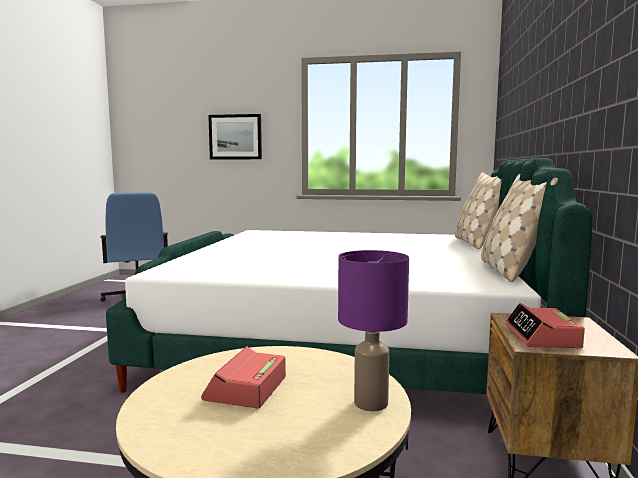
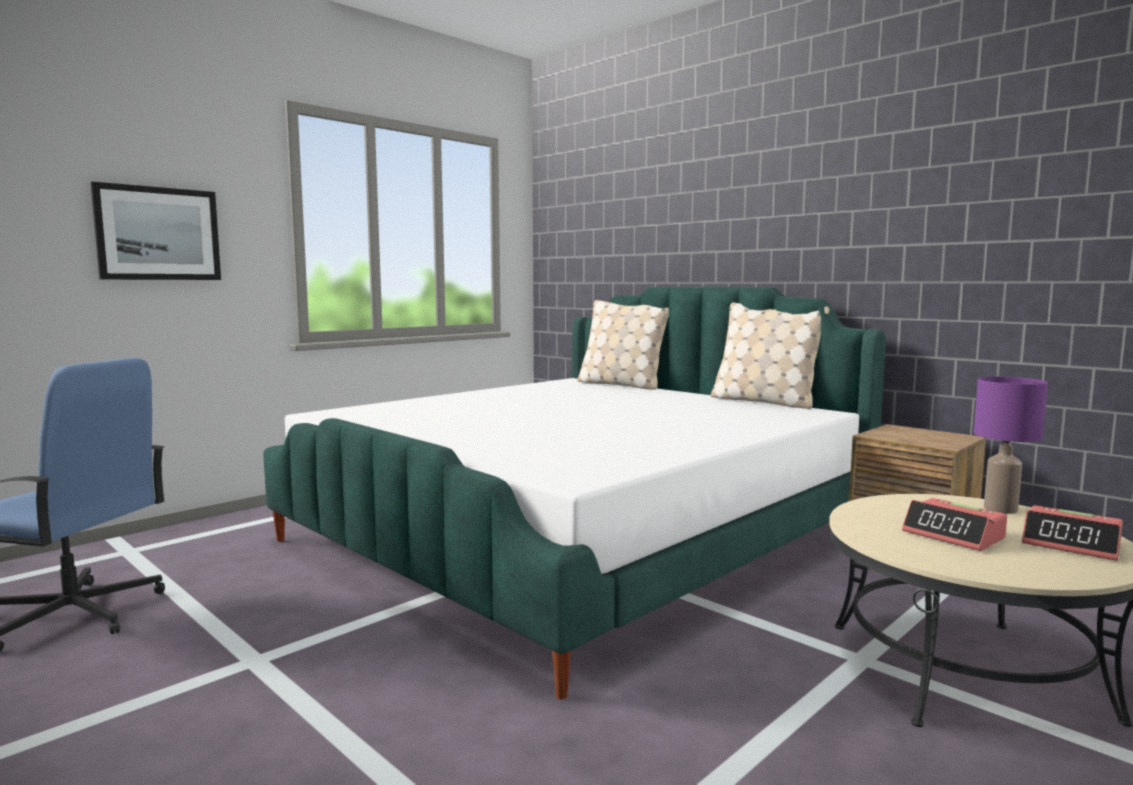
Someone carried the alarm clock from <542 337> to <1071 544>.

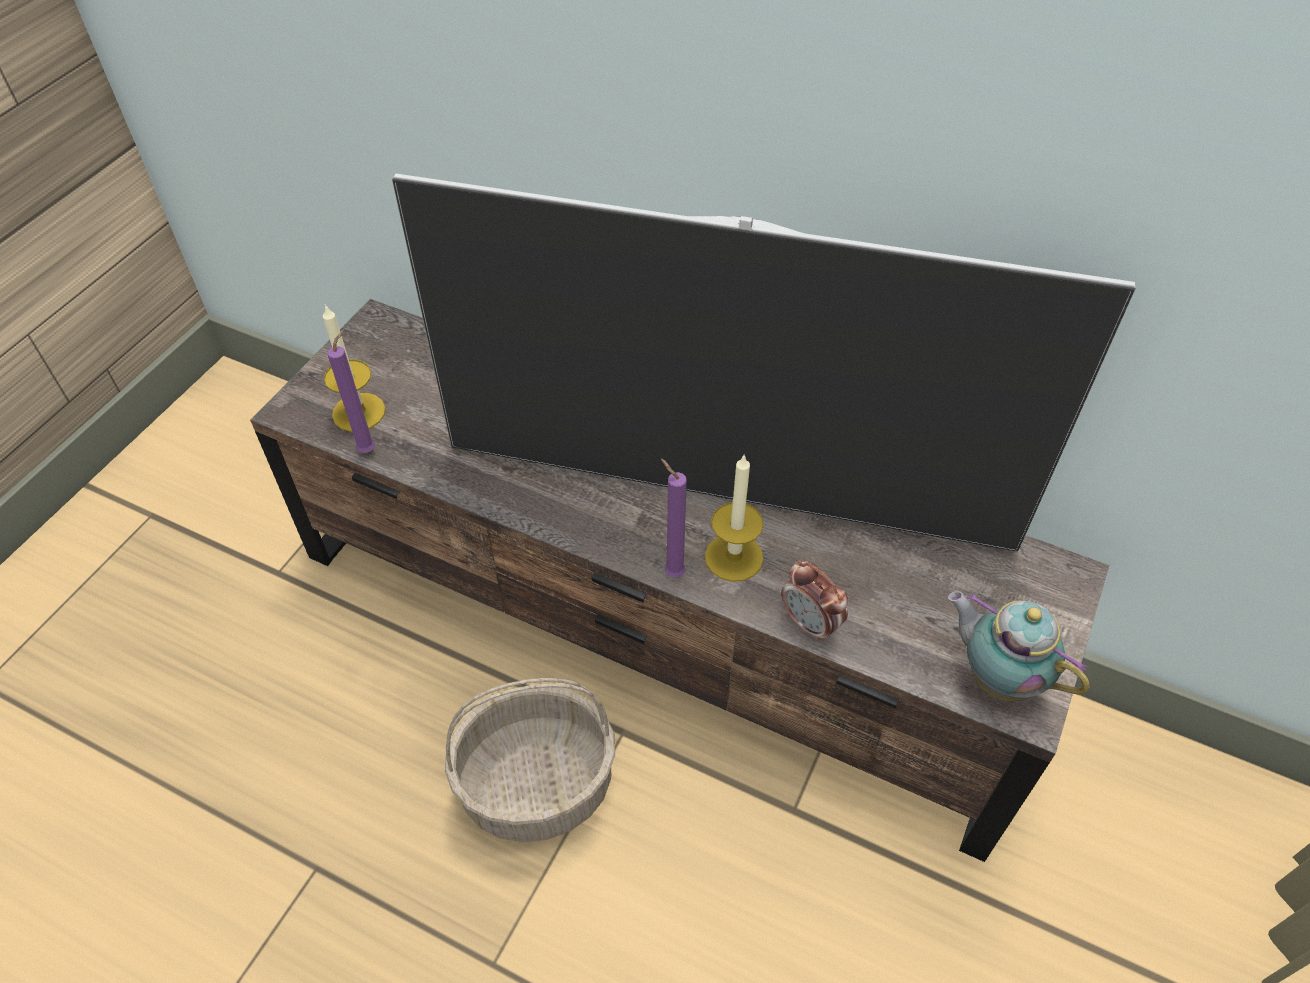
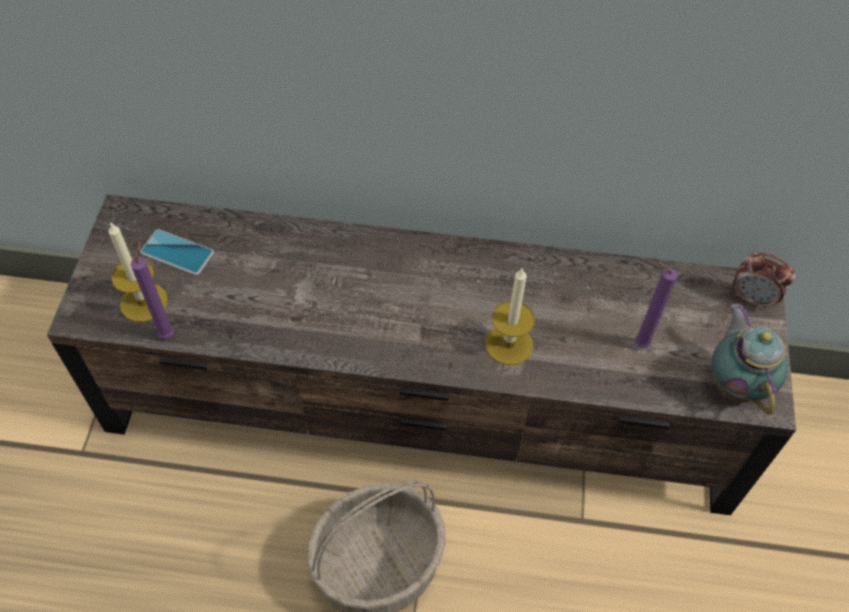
Someone put down the phone at <177 252>.
Someone carried the purple candle from <672 572> to <638 344>.
Someone rotated the teapot at <996 676> by 60 degrees clockwise.
Someone carried the alarm clock from <810 624> to <752 298>.
Someone took away the television at <725 494>.

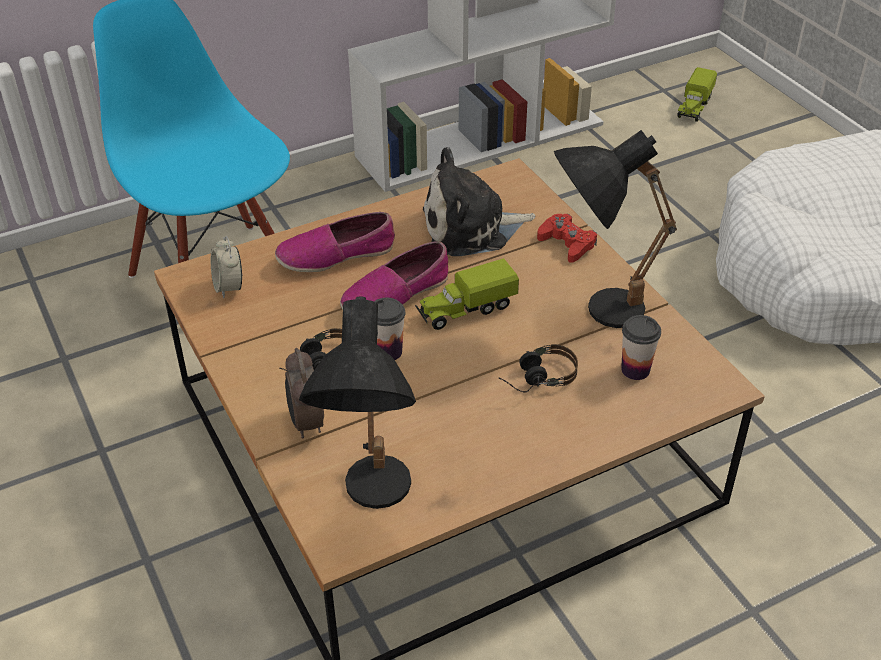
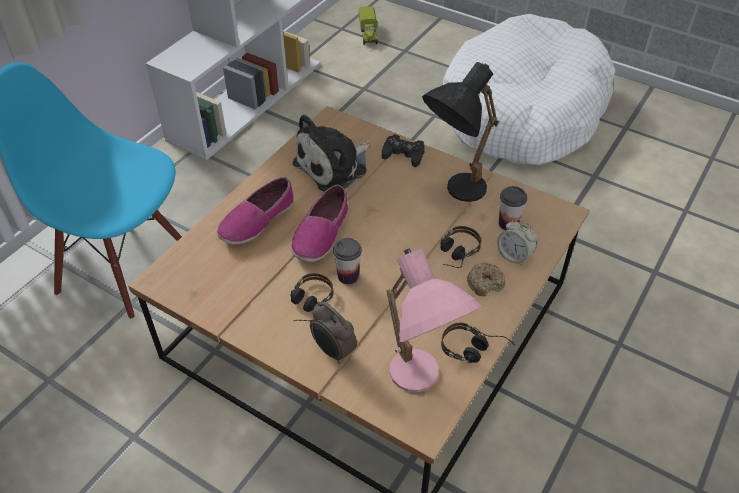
Someone repainted the red game controller at <567 243>, which became the black game controller at <403 154>.
Someone repainted the black table lamp at <372 502>, which became the pink table lamp at <420 386>.
Someone put down the headphones at <475 351>.
Someone put down the donut at <485 283>.
Someone carried the alarm clock from <229 287> to <514 256>.
Someone took away the toy truck at <466 310>.

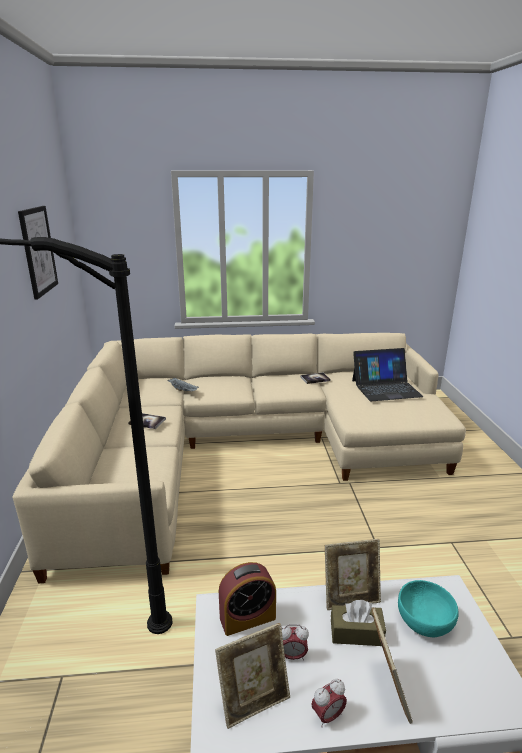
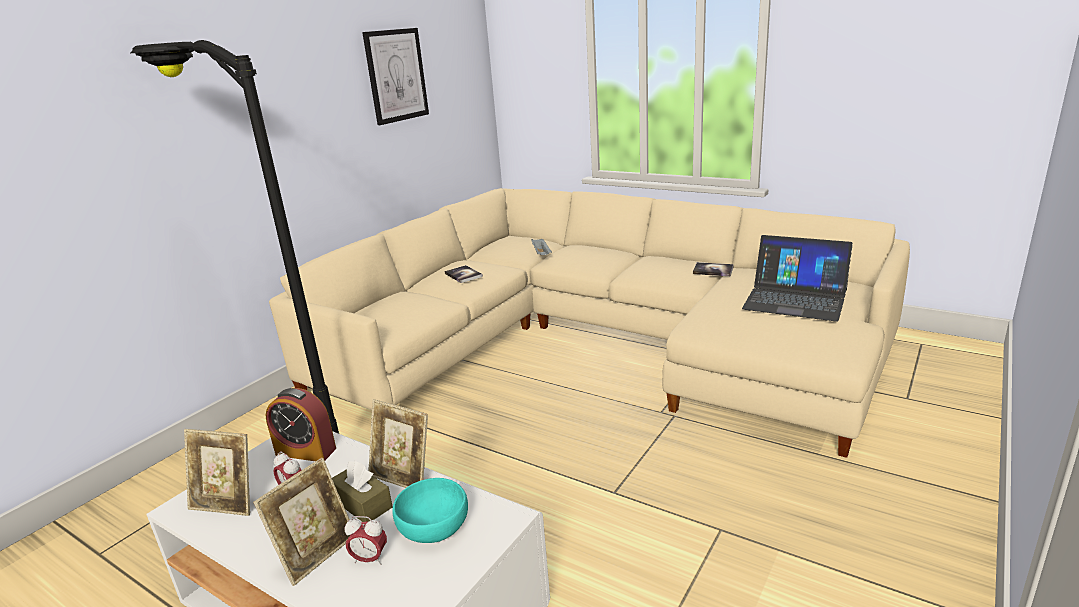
Someone carried the alarm clock from <328 716> to <370 559>.

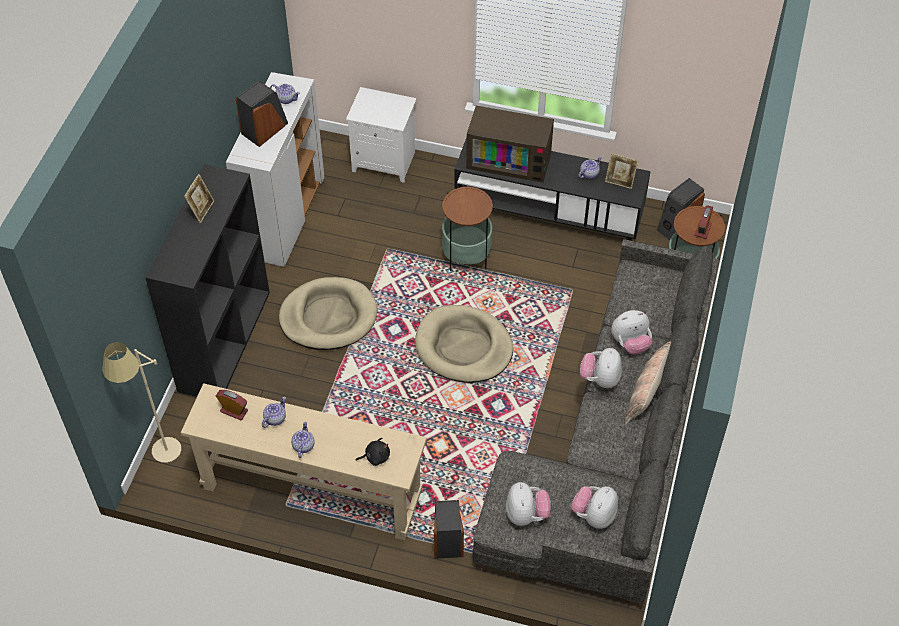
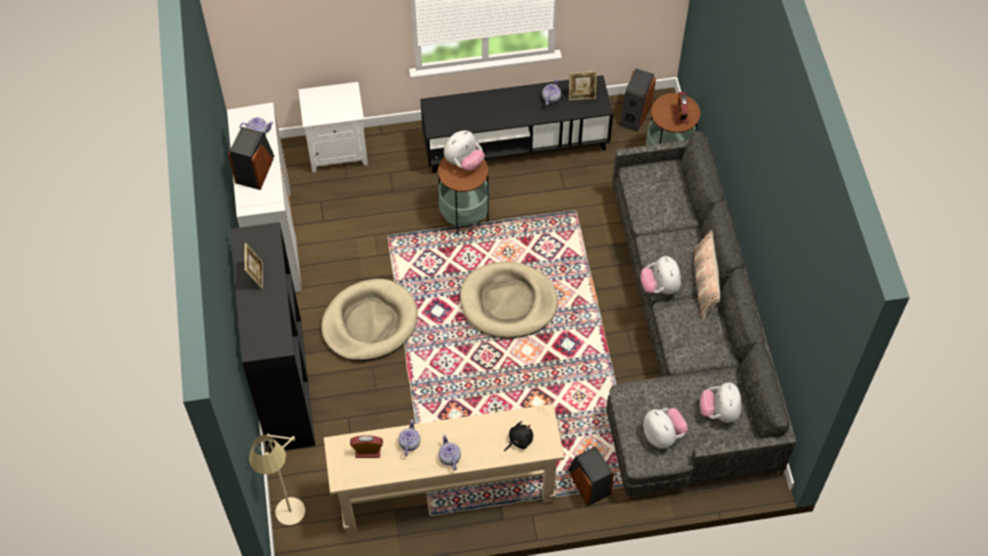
Someone carried the plush toy from <630 343> to <464 162>.
Someone took away the television at <510 159>.

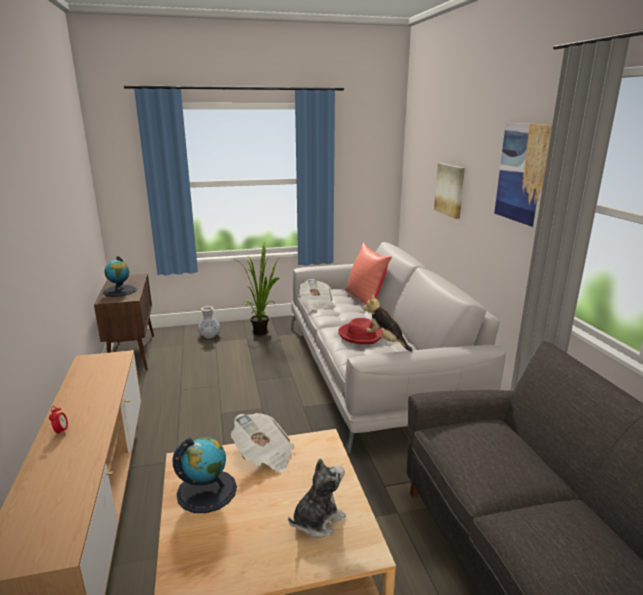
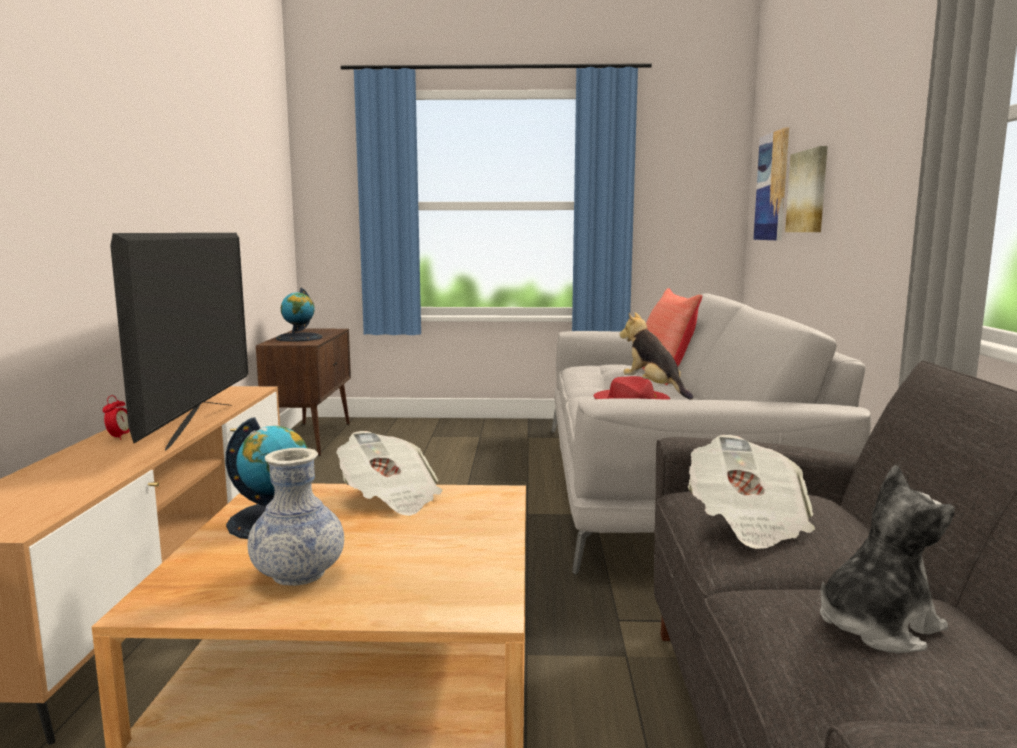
Someone put down the television at <199 425>.
Someone carried the vase from <209 335> to <298 574>.
Someone carried the newspaper from <316 303> to <748 522>.
Someone carried the picture from <522 173> to <772 187>.
Someone carried the plush toy from <317 520> to <876 626>.
Someone took away the potted plant at <263 331>.

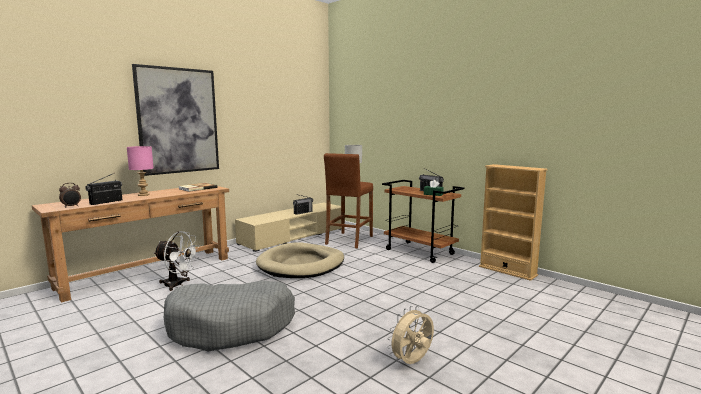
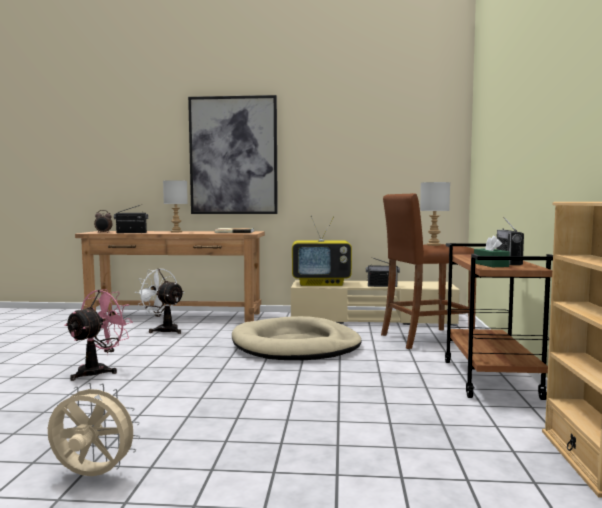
Someone swapped the grey dog bed at <231 326> for the pink fan at <98 371>.
Someone rotated the white fan at <178 285> by 150 degrees clockwise.
Someone repainted the pink table lamp at <143 195>, which became the grey table lamp at <176 232>.
Someone put down the television at <321 283>.

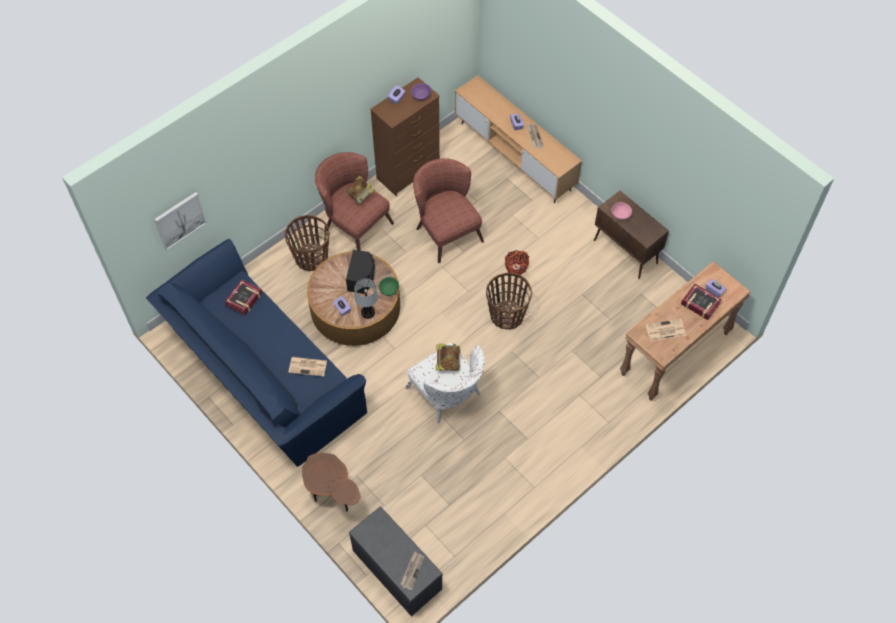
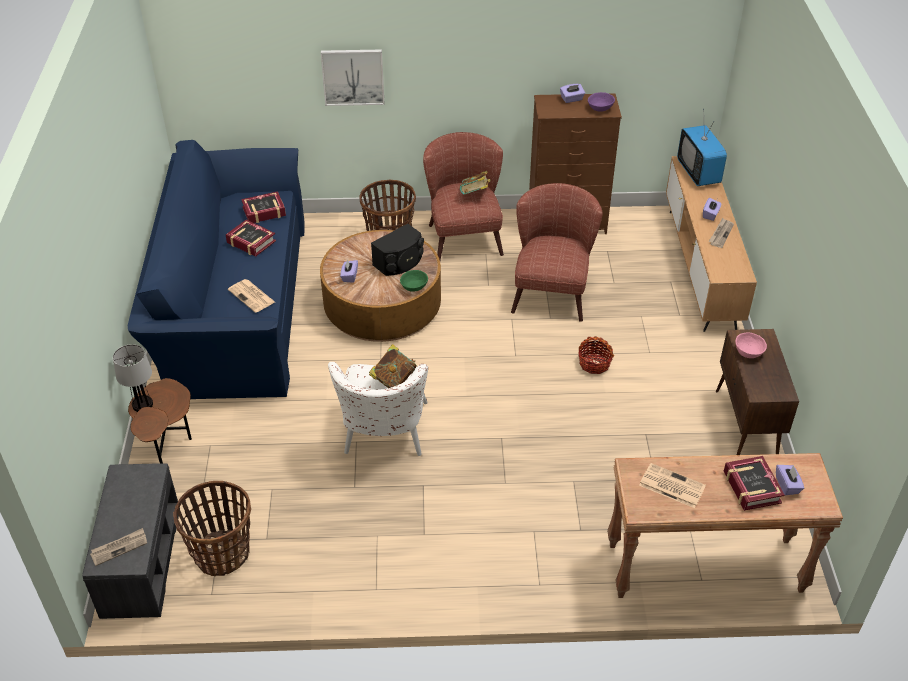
Someone carried the table lamp from <368 312> to <142 405>.
Someone carried the basket from <506 315> to <222 553>.
Someone put down the book at <251 242>.
Someone carried the picture from <180 220> to <353 77>.
Someone put down the television at <698 173>.

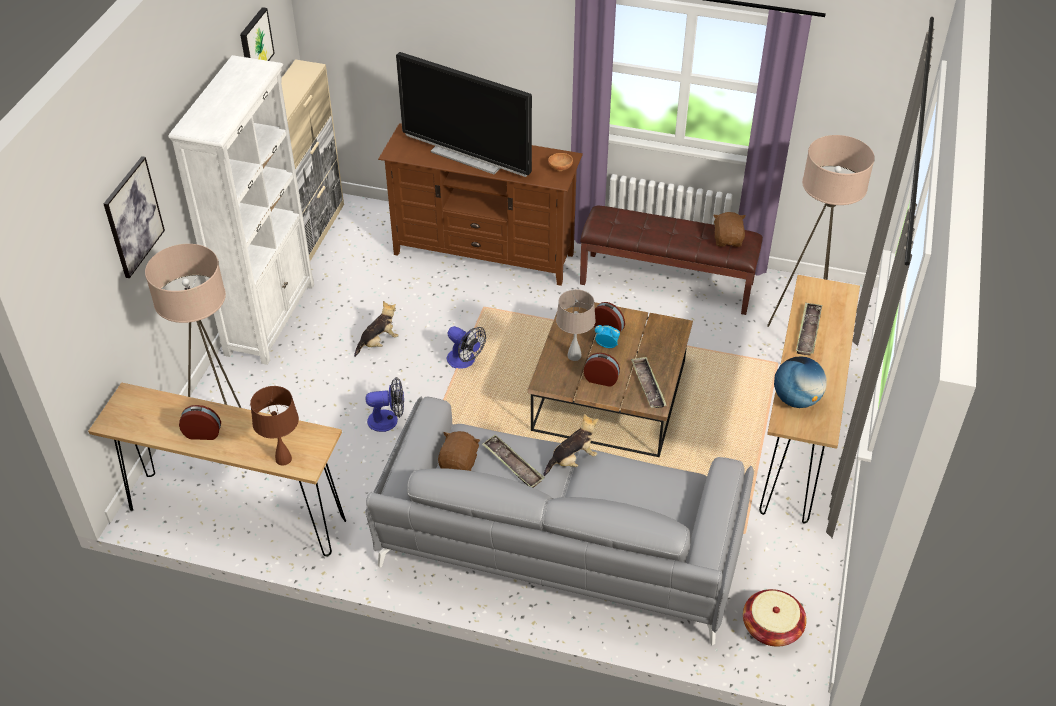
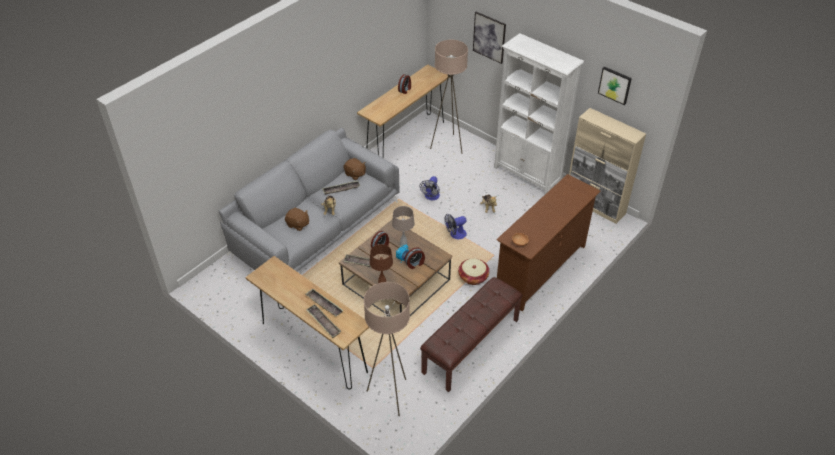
Someone carried the brown plush toy from <728 240> to <298 224>.
Someone put down the tray at <323 322>.
Someone carried the brown table lamp from <283 459> to <382 282>.
Someone carried the basket from <771 628> to <473 277>.
Someone took away the television at <468 157>.
Someone took away the globe at <796 399>.

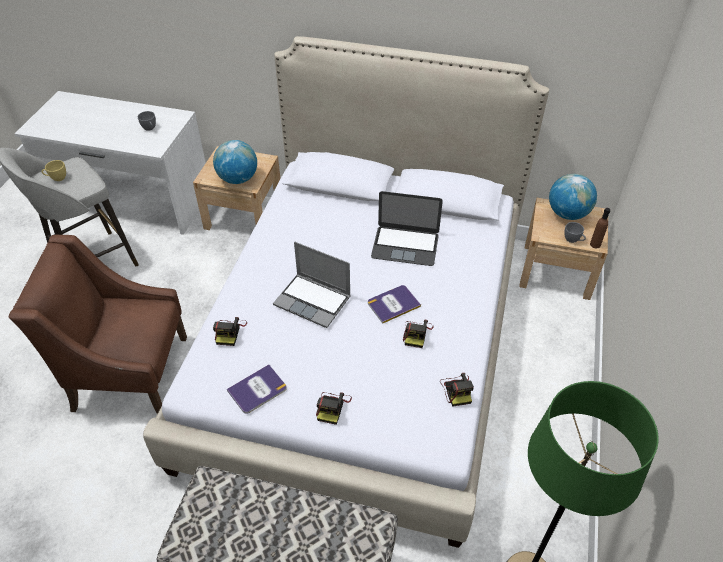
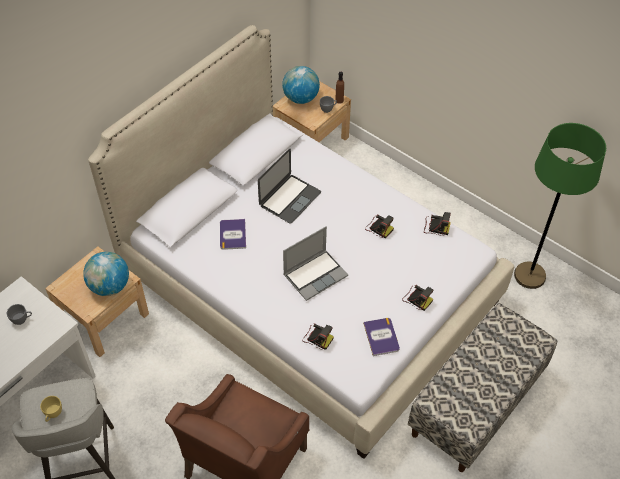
Someone carried the book from <393 304> to <232 234>.

